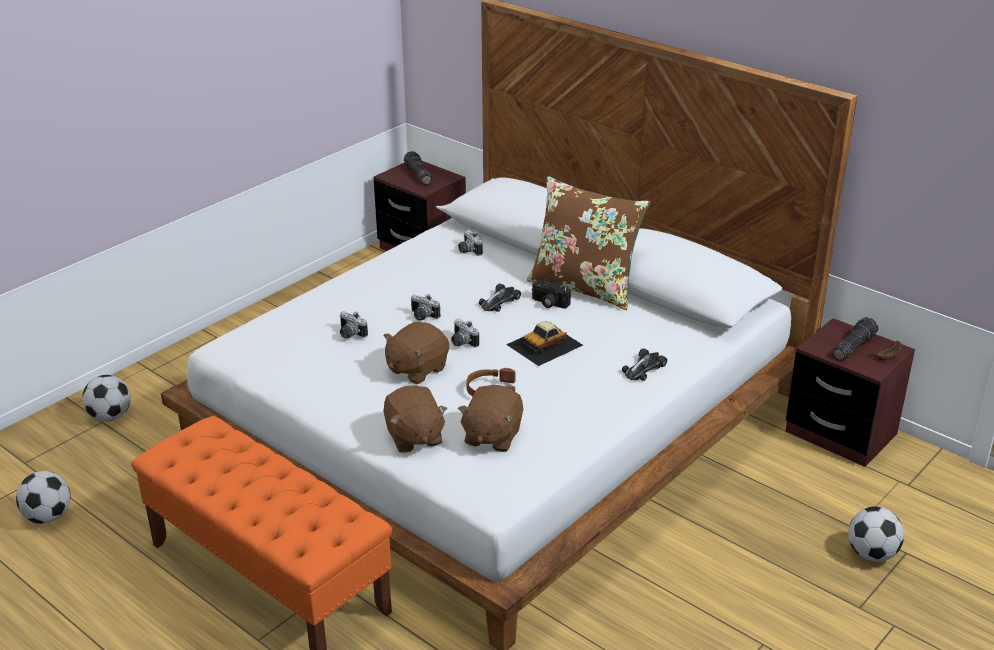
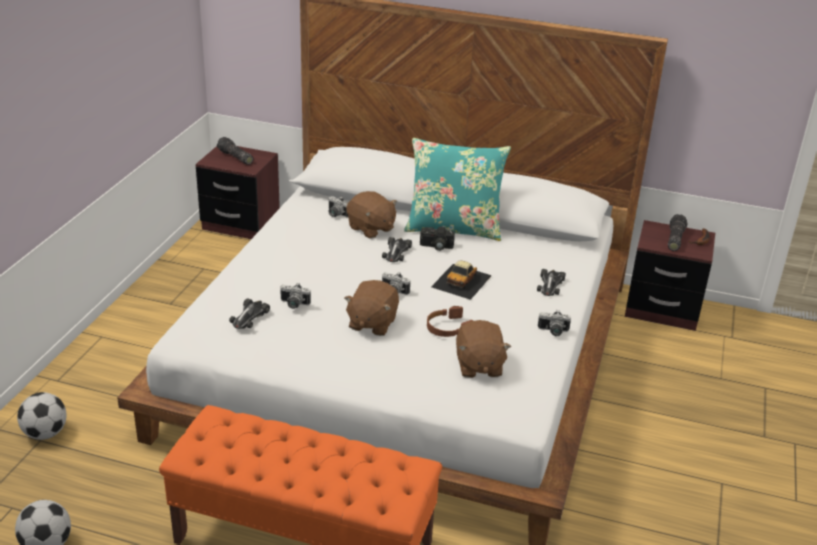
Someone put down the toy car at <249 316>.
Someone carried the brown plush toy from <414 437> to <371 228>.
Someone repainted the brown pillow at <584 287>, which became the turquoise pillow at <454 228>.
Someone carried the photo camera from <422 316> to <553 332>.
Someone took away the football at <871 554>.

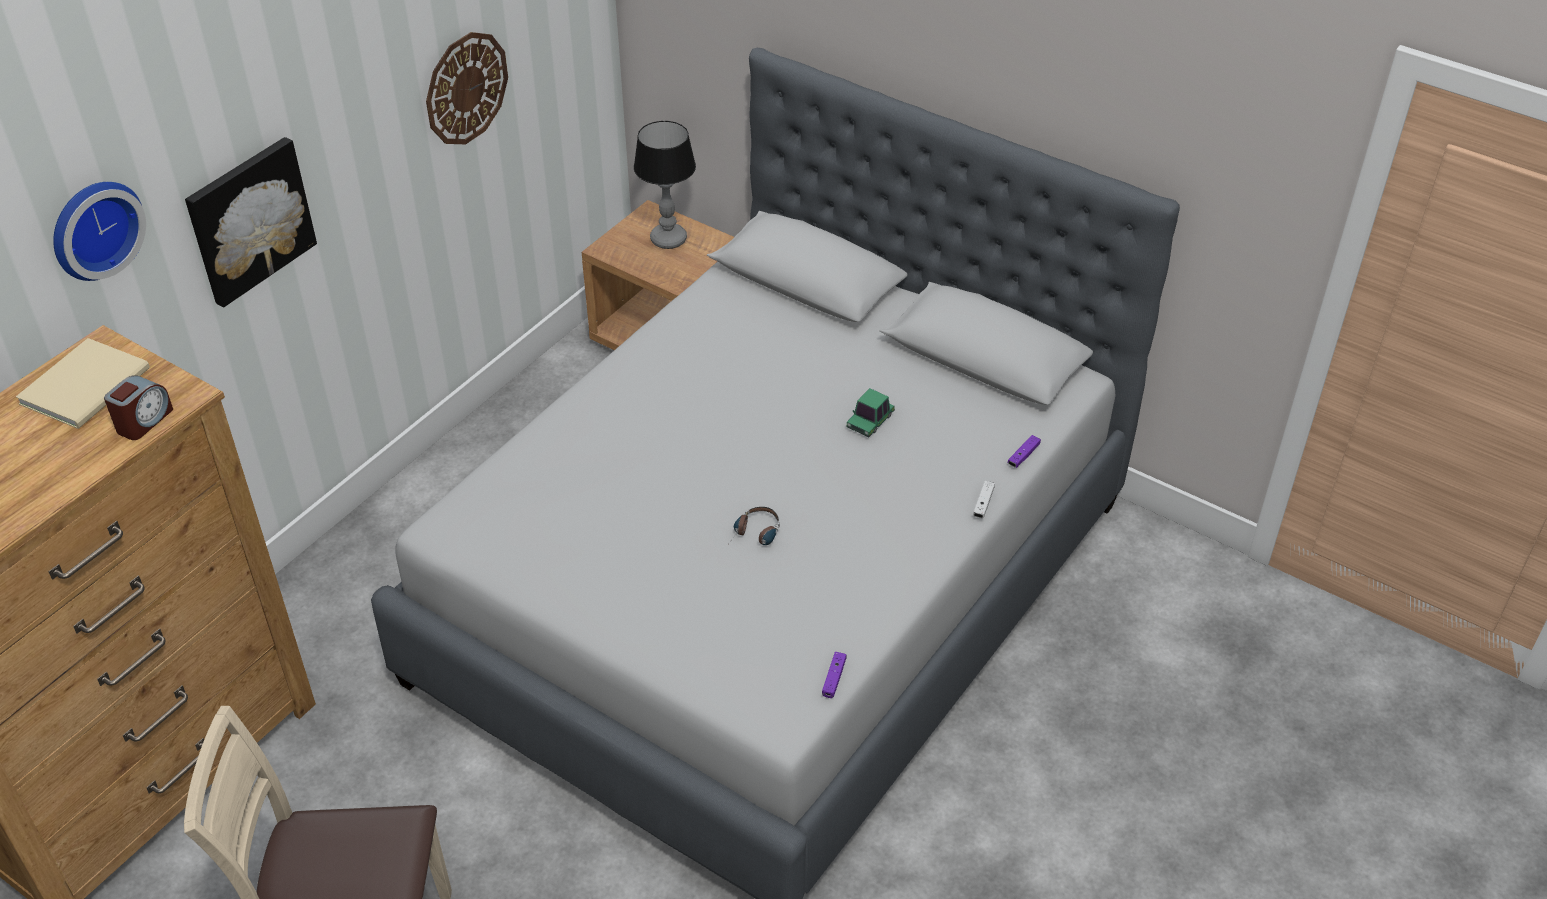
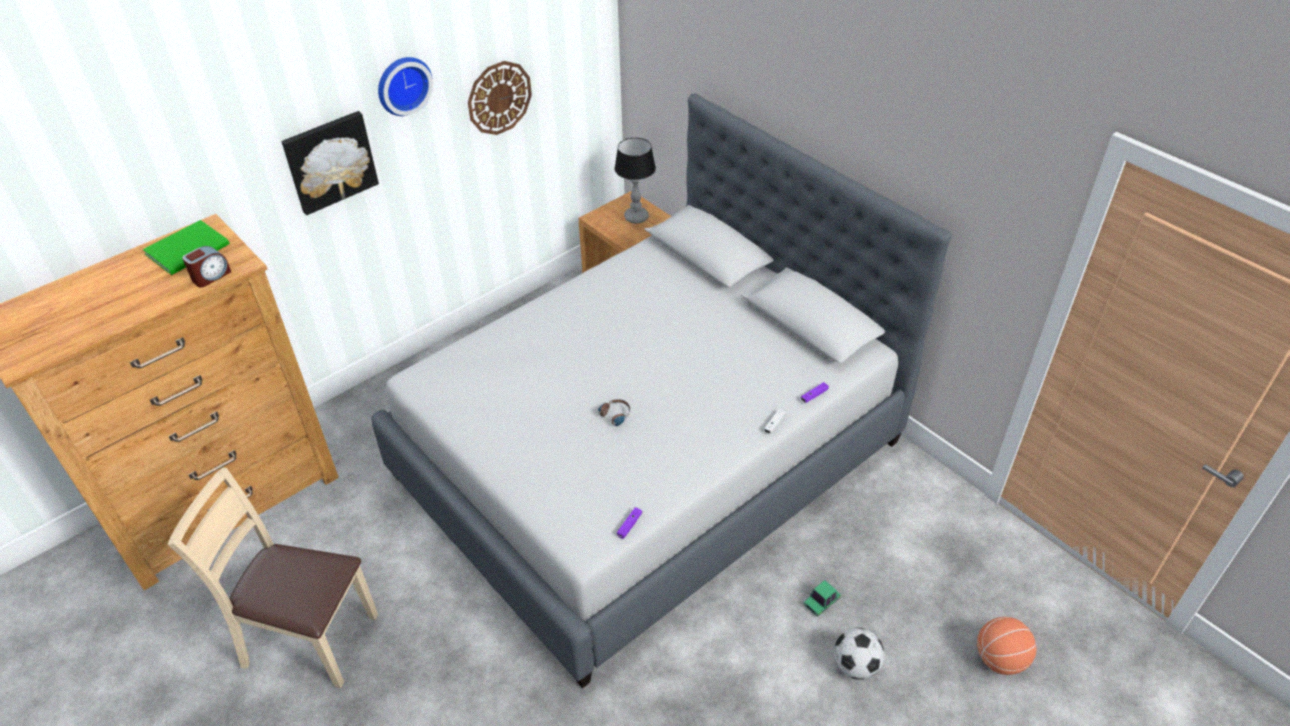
Someone repainted the beige book at <89 385>, which became the green book at <190 249>.
Someone carried the wall clock from <93 228> to <402 84>.
Someone carried the toy car from <870 421> to <821 602>.
Someone put down the football at <855 666>.
Someone put down the basketball at <1000 659>.

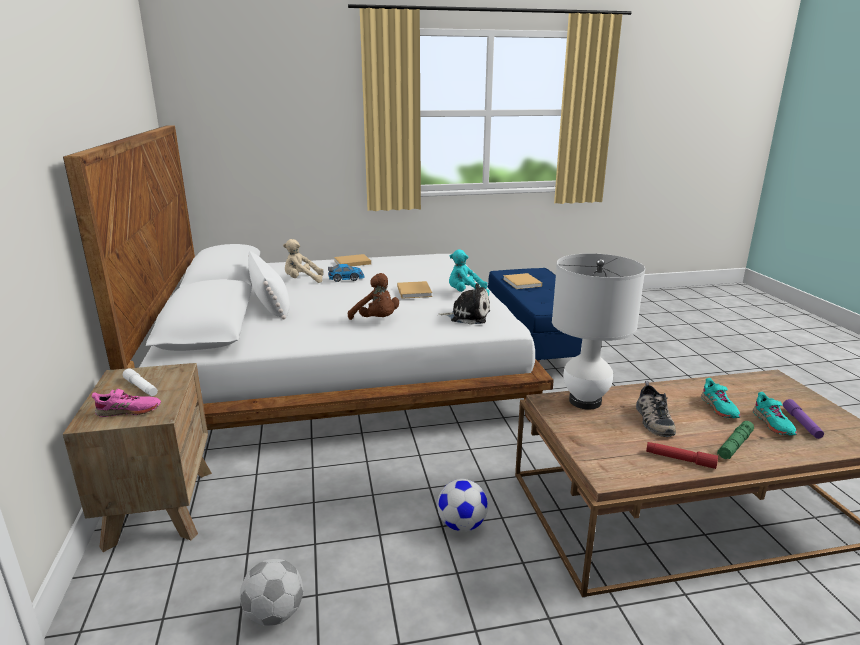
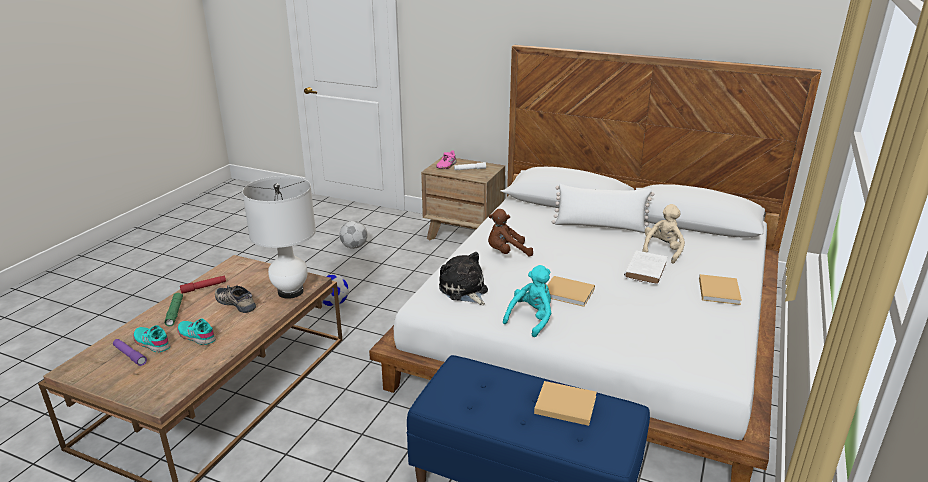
Someone rotated the plush toy at <467 316> by 105 degrees clockwise.
Someone swapped the toy car at <346 278> for the white book at <646 270>.

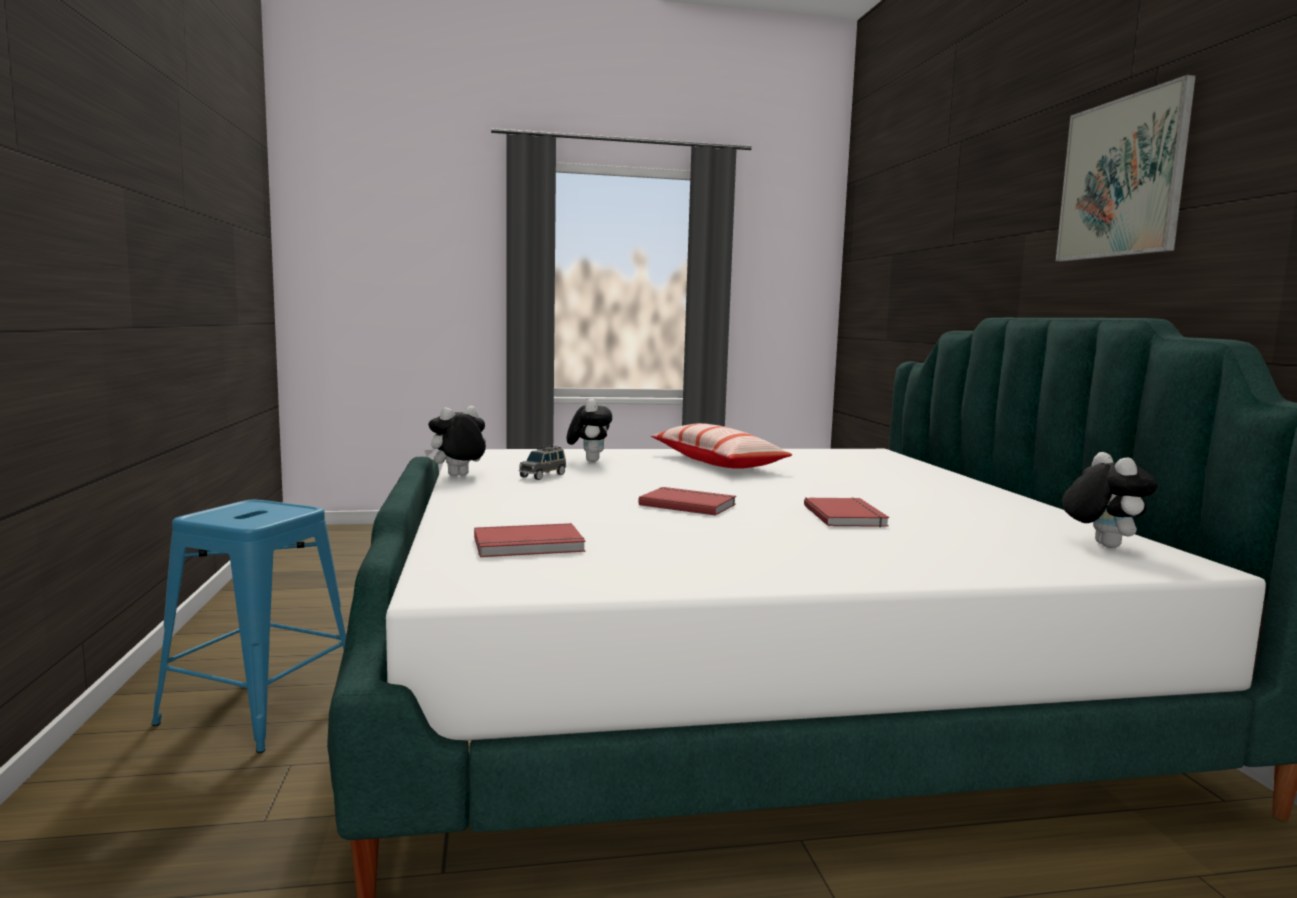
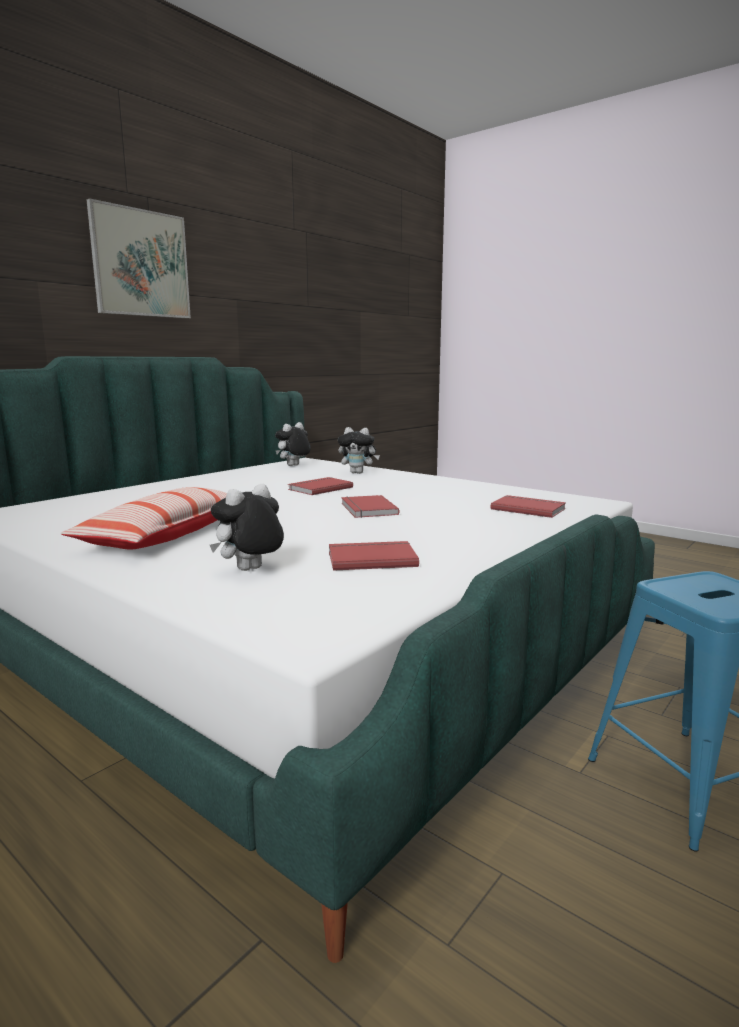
Someone swapped the grey toy car at <543 475> for the red book at <371 558>.
Someone carried the plush toy from <458 476> to <358 473>.

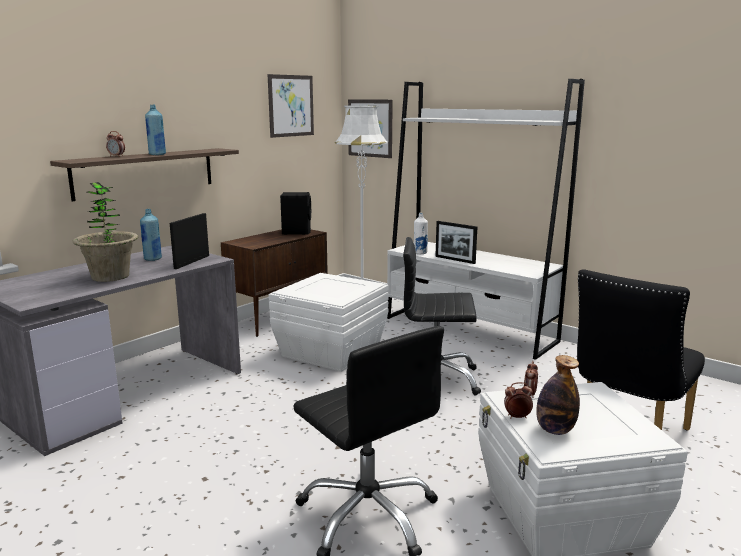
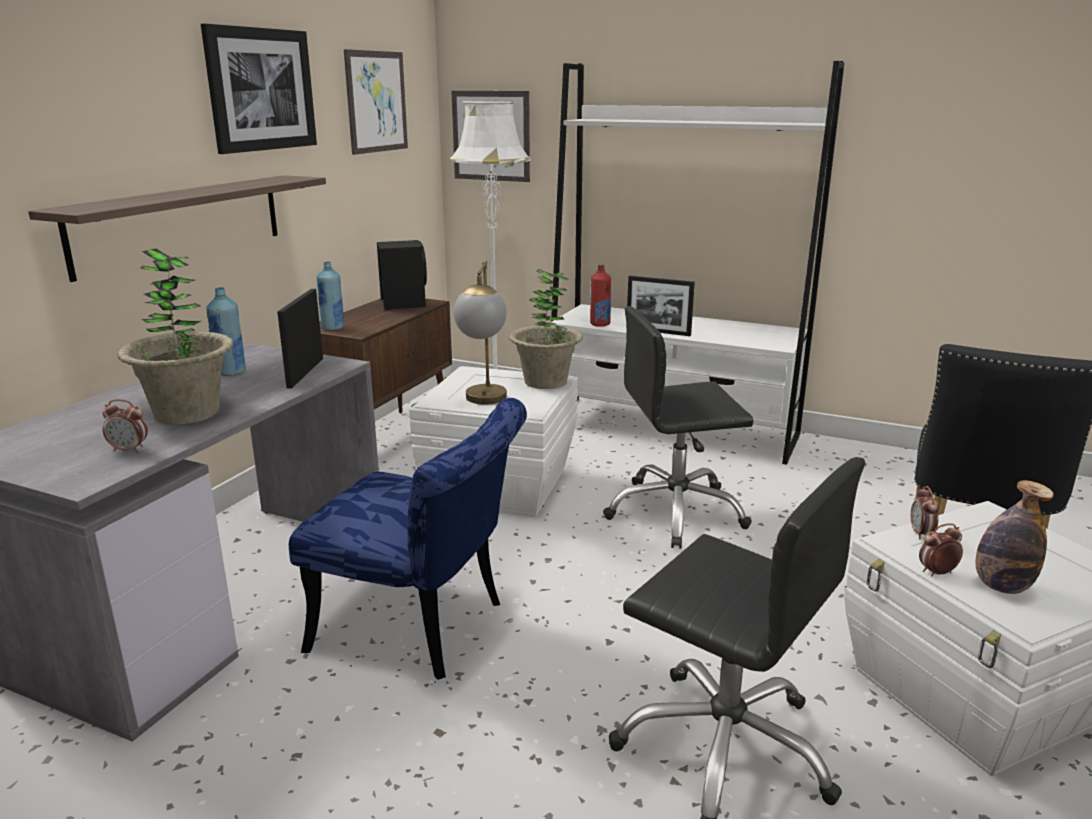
Someone carried the alarm clock from <116 156> to <129 450>.
Someone put up the picture at <261 89>.
Someone put down the blue chair at <423 629>.
Someone carried the blue bottle from <157 154> to <333 328>.
Someone put down the table lamp at <484 402>.
Someone put down the potted plant at <545 382>.
Someone repainted the white bottle at <420 253>, which became the red bottle at <600 324>.

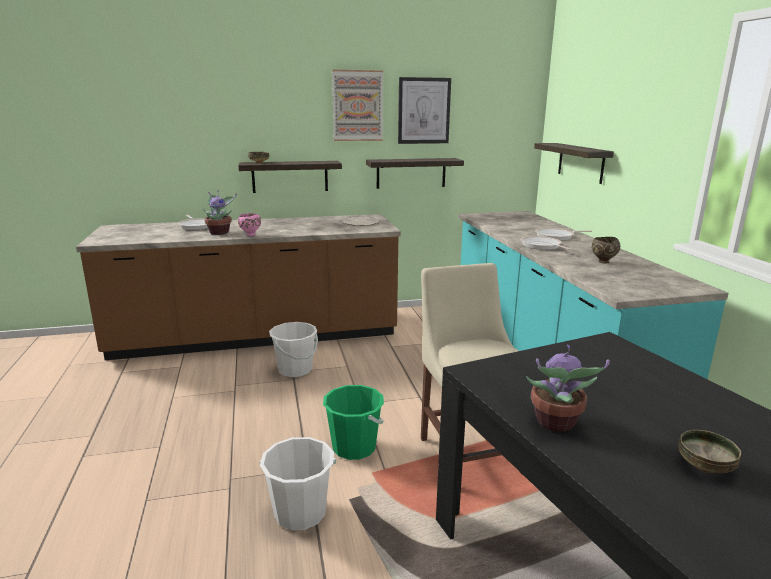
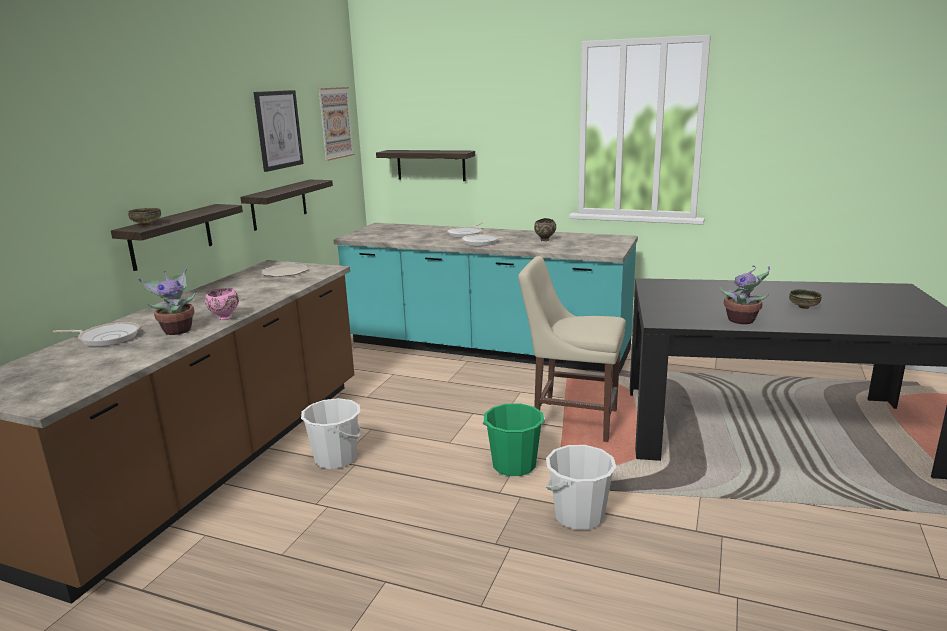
Someone carried the picture from <357 106> to <335 123>.

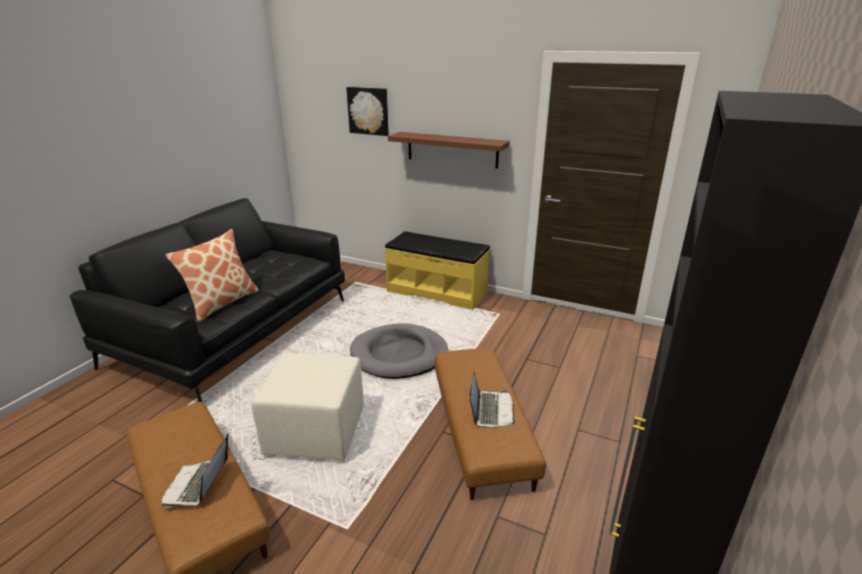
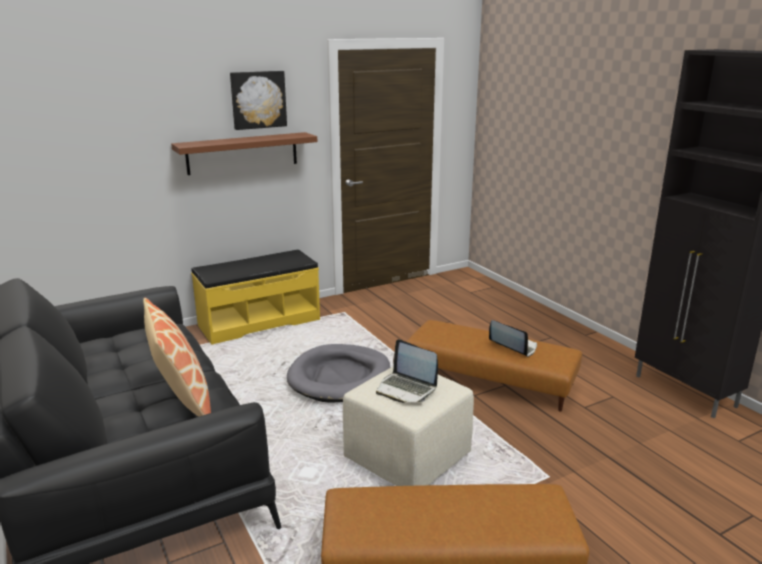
Someone carried the picture from <368 111> to <258 99>.
Someone carried the laptop from <198 484> to <406 389>.

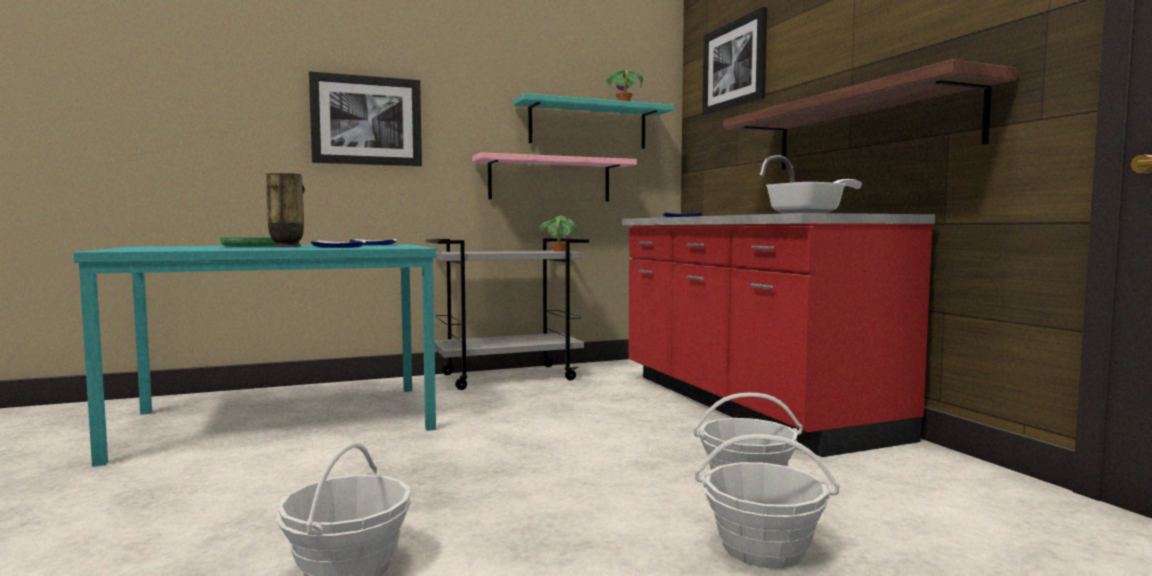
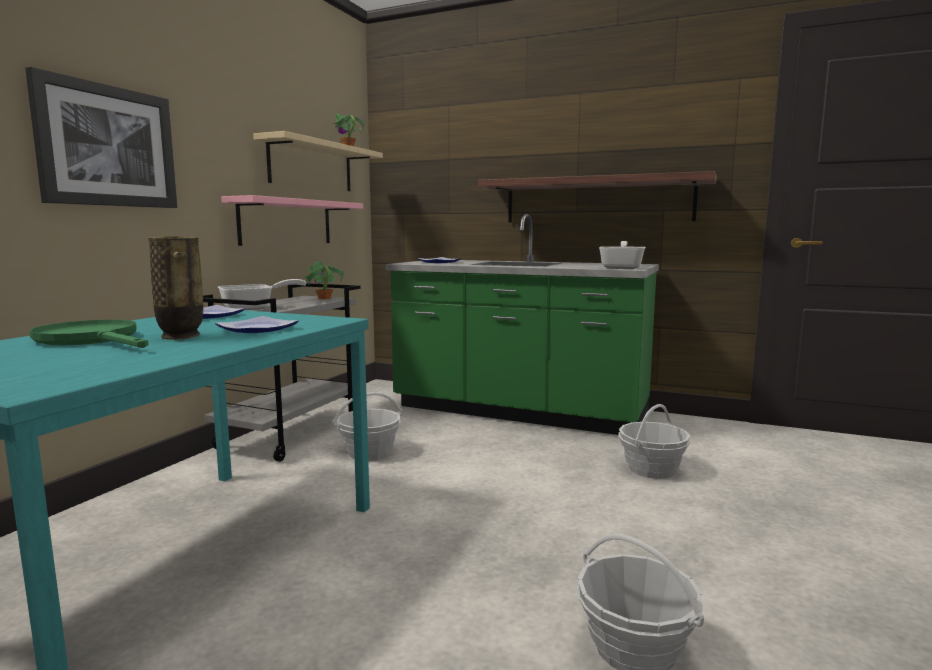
Someone put down the frying pan at <254 308>.
Someone repainted the turquoise shelf at <588 125>, which became the beige shelf at <311 166>.
Someone carried the basket from <763 548> to <369 452>.
Someone repainted the red counter at <746 405>, which became the green counter at <519 411>.
Someone took away the picture at <734 65>.

